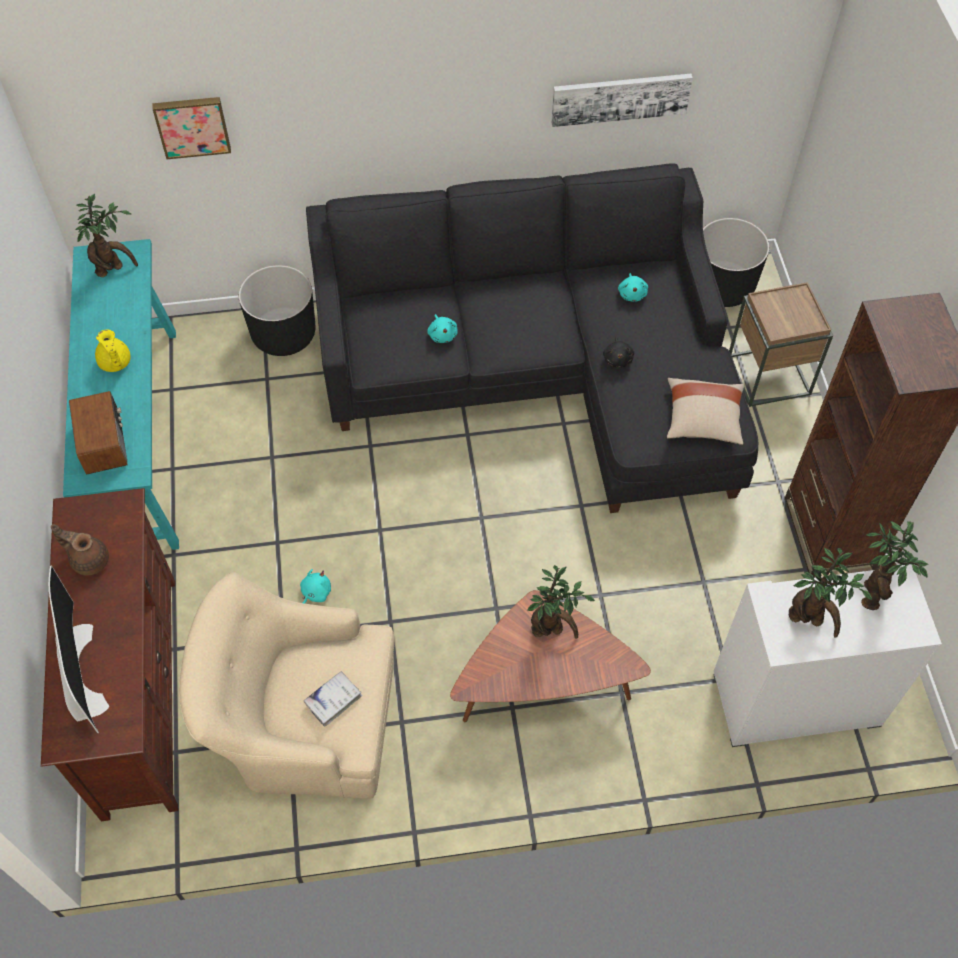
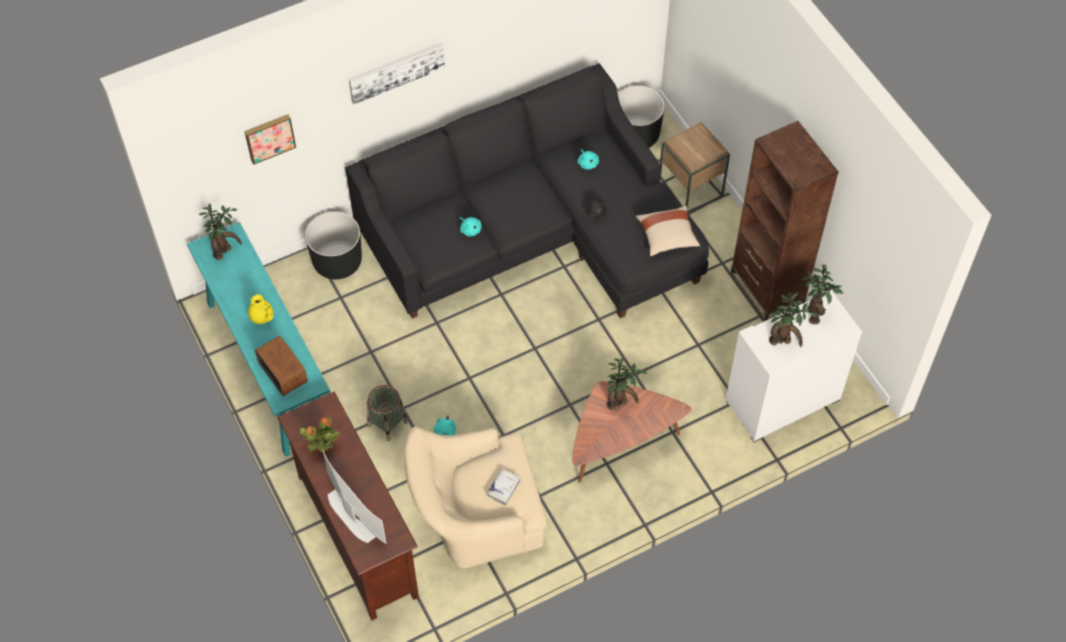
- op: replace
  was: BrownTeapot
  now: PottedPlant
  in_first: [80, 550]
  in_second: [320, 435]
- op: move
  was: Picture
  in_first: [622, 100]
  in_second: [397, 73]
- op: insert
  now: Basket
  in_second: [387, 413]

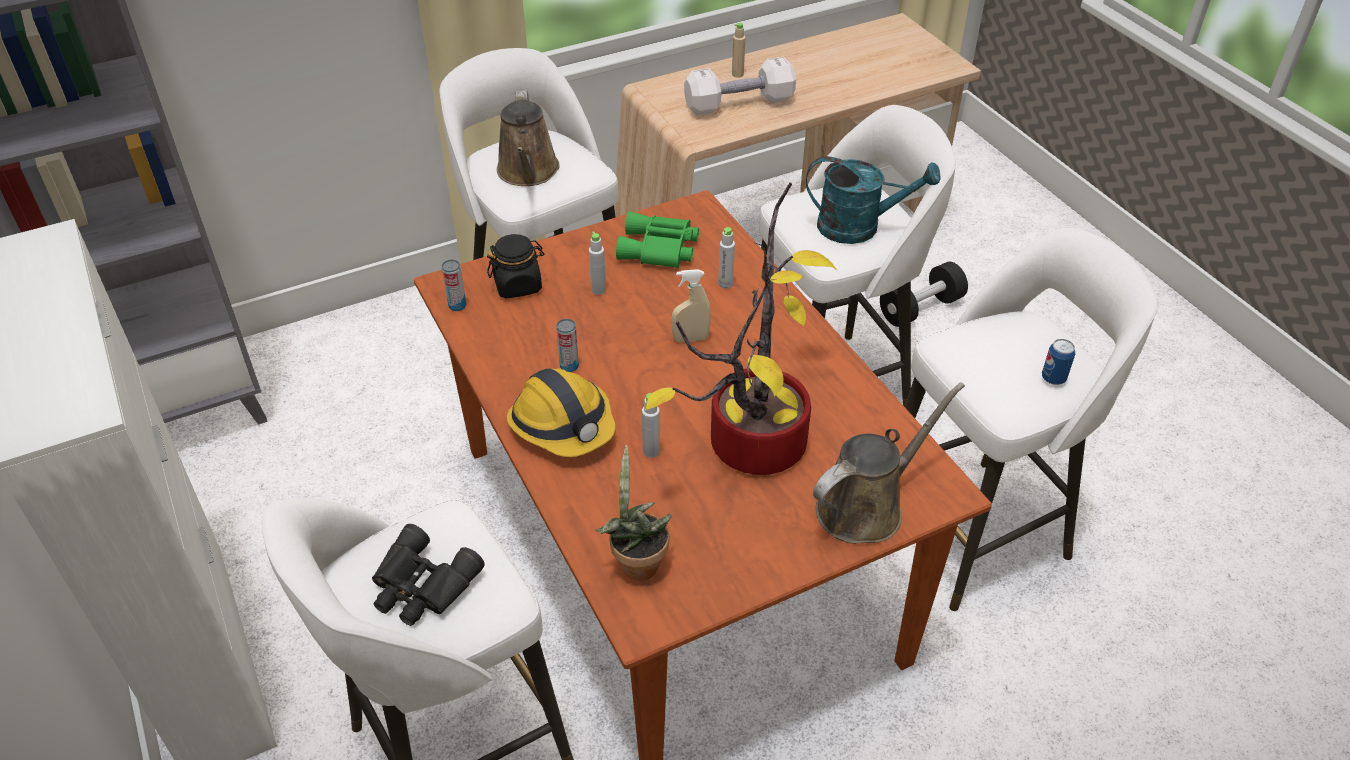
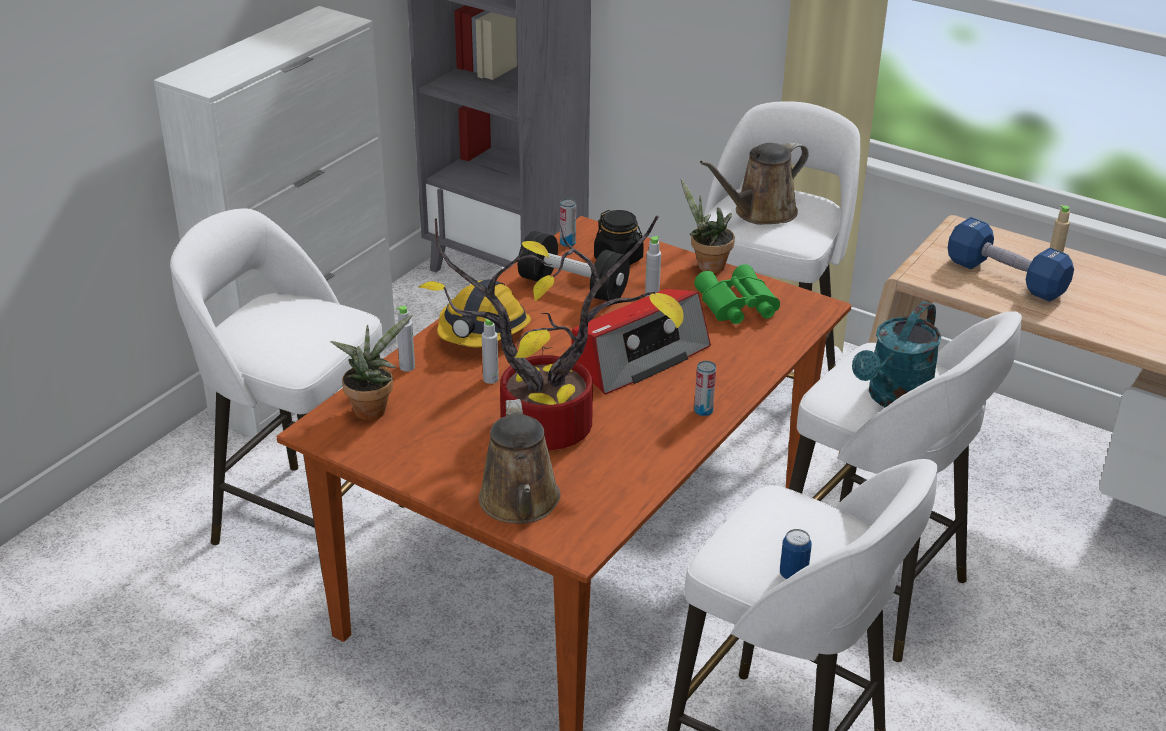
- op: move
  was: GreyBottle
  in_first: [726, 258]
  in_second: [405, 339]
- op: rotate
  was: BrownWateringCan
  in_first: [889, 463]
  in_second: [520, 461]
  clockwise: 60
- op: move
  was: BlackDumbbell
  in_first: [924, 294]
  in_second: [574, 266]
- op: replace
  was: BeigeSprayBottle
  now: Radio
  in_first: [691, 306]
  in_second: [641, 342]
- op: insert
  now: PottedPlant
  in_second: [708, 226]
- op: move
  was: Can
  in_first: [567, 345]
  in_second: [705, 388]
- op: rotate
  was: TurquoiseWateringCan
  in_first: [873, 200]
  in_second: [896, 354]
  clockwise: 60
- op: recolor
  was: WhiteDumbbell
  now: BlueDumbbell
  in_first: [740, 86]
  in_second: [1011, 259]
- op: delete
  was: BlackBinoculars
  in_first: [428, 575]

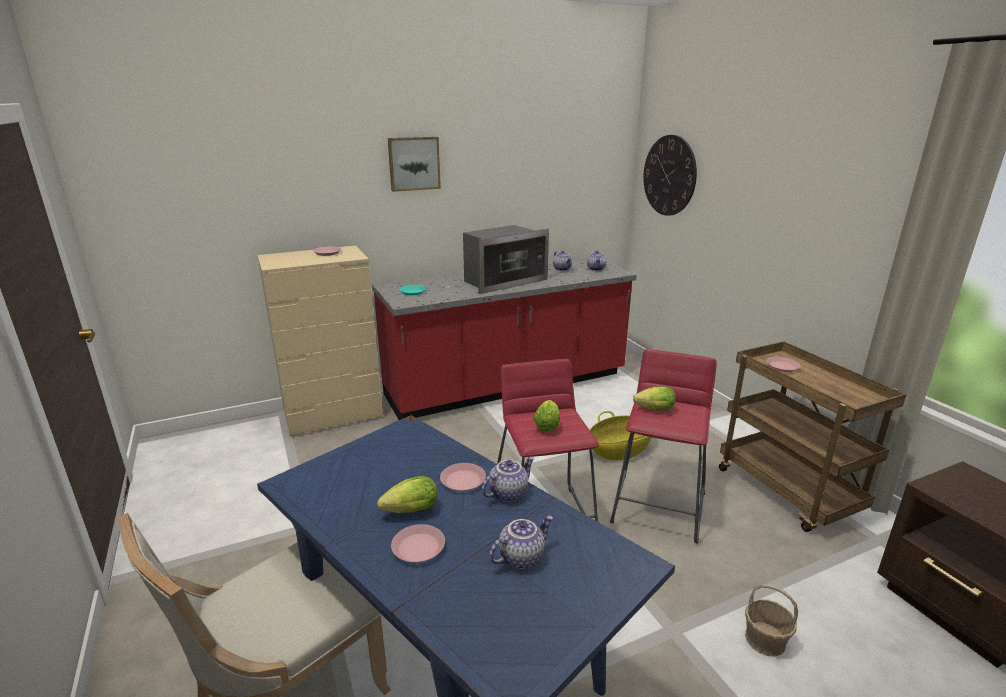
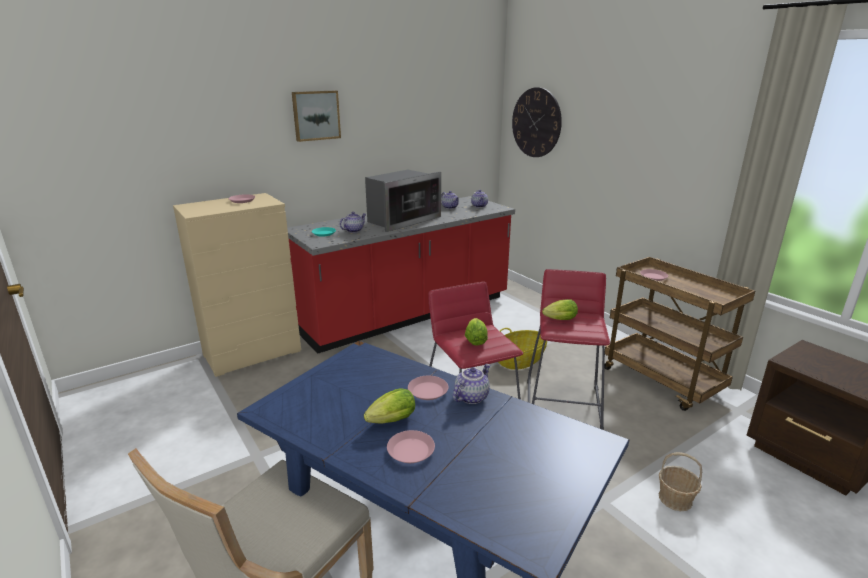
- op: move
  was: Teapot
  in_first: [521, 542]
  in_second: [353, 222]

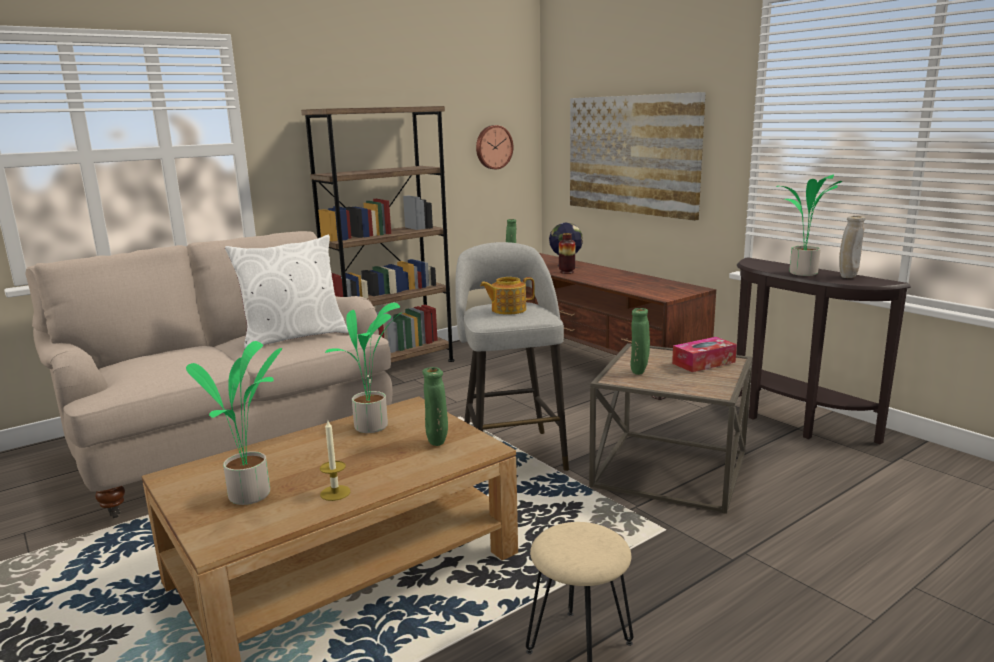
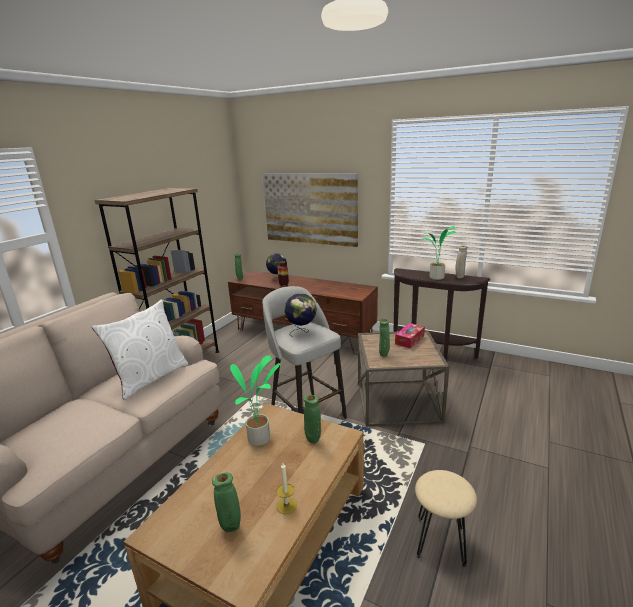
- op: replace
  was: PottedPlant
  now: GreenVase
  in_first: [234, 423]
  in_second: [226, 502]
- op: replace
  was: Teapot
  now: Globe
  in_first: [507, 296]
  in_second: [300, 315]
- op: delete
  was: WallClock
  in_first: [494, 147]

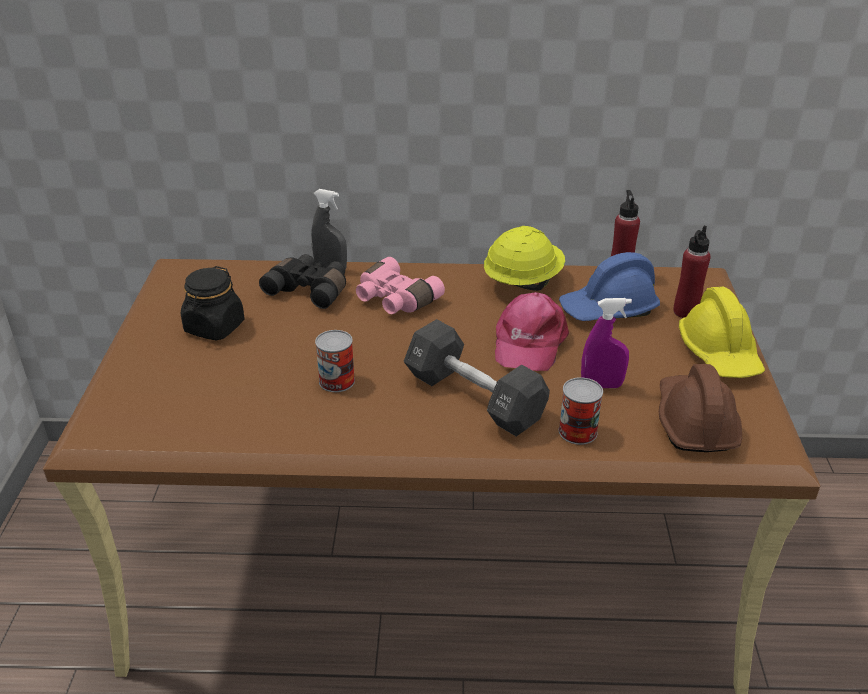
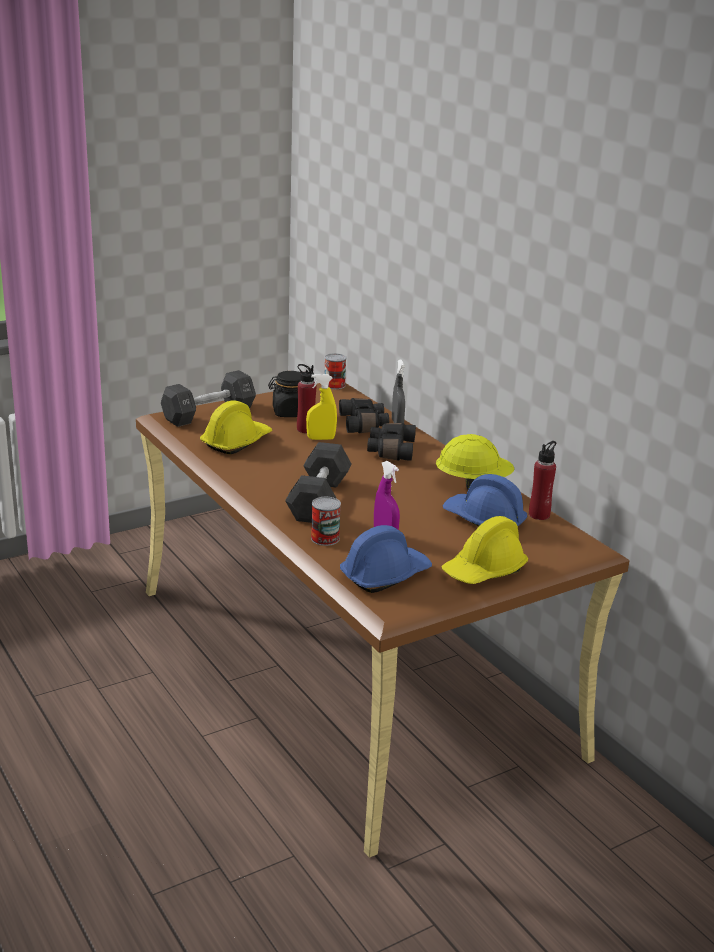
- op: insert
  now: BlackDumbbell
  in_second: [208, 398]
- op: insert
  now: YellowHardHat
  in_second: [236, 427]
- op: move
  was: RedBottle
  in_first: [691, 271]
  in_second: [307, 398]
- op: insert
  now: YellowSprayBottle
  in_second: [321, 407]
- op: move
  was: Can
  in_first: [335, 361]
  in_second: [336, 371]
- op: recolor
  was: BrownHardHat
  now: BlueHardHat
  in_first: [700, 408]
  in_second: [386, 559]
- op: recolor
  was: PinkBinoculars
  now: BlackBinoculars
  in_first: [400, 285]
  in_second: [391, 442]
- op: delete
  was: PinkCap
  in_first: [532, 331]

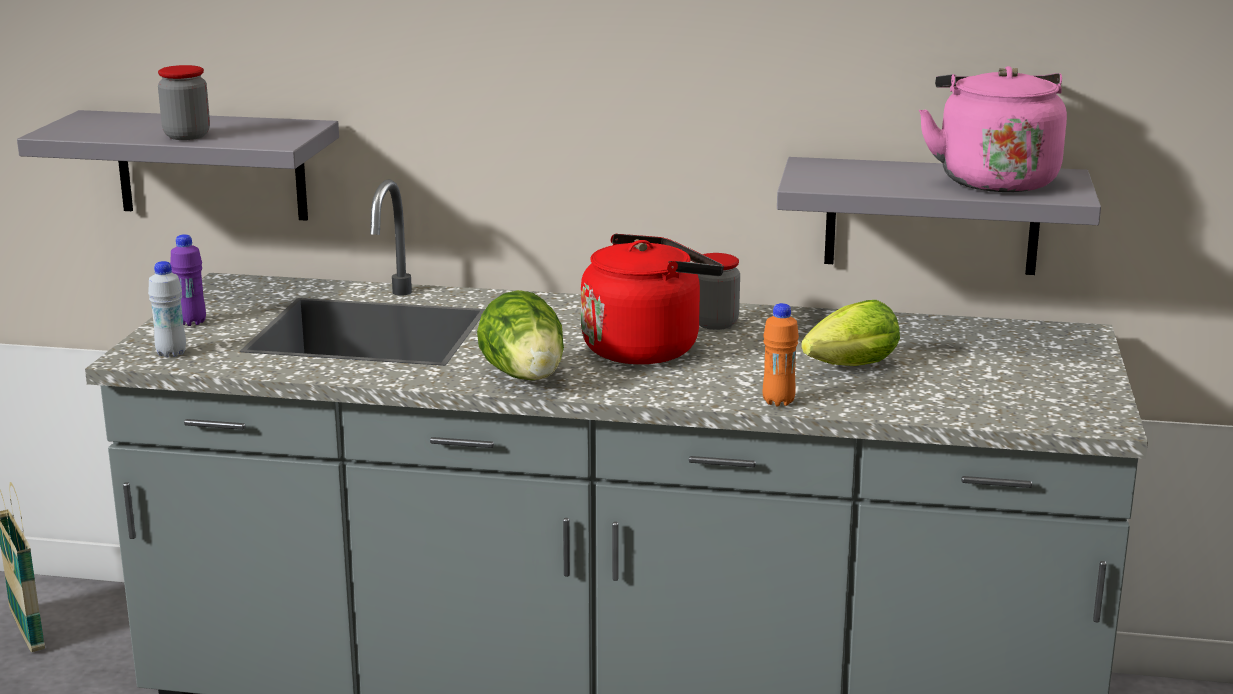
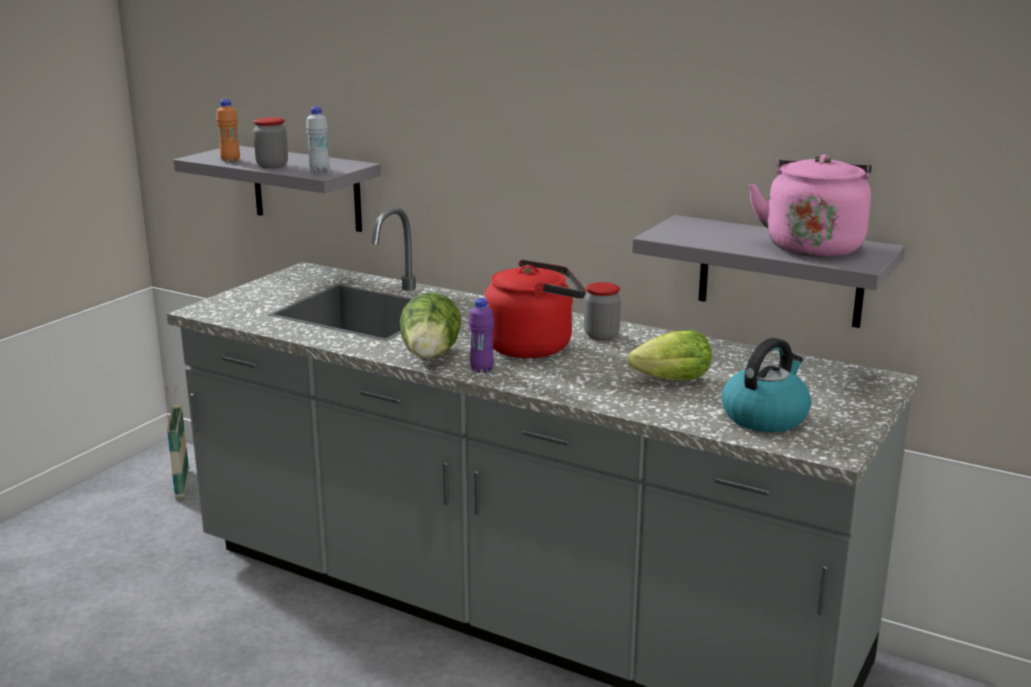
- op: move
  was: OrangeBottle
  in_first: [781, 354]
  in_second: [228, 130]
- op: move
  was: WhiteBottle
  in_first: [167, 309]
  in_second: [317, 139]
- op: move
  was: PurpleBottle
  in_first: [188, 280]
  in_second: [481, 335]
- op: insert
  now: Kettle
  in_second: [766, 385]

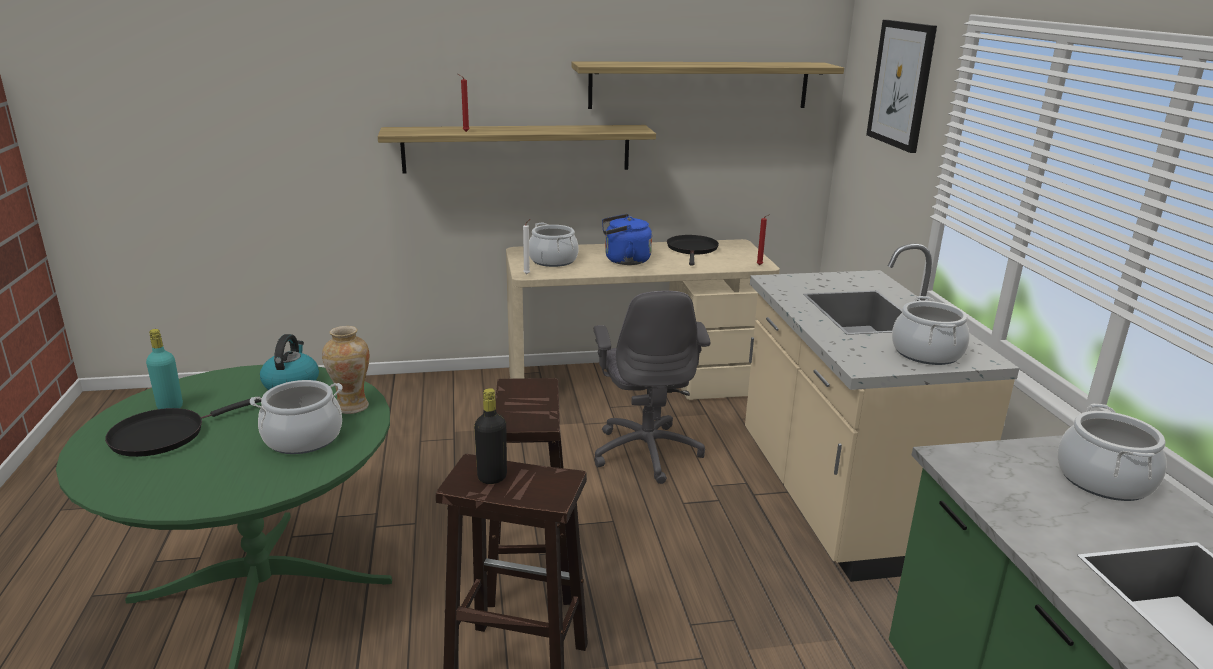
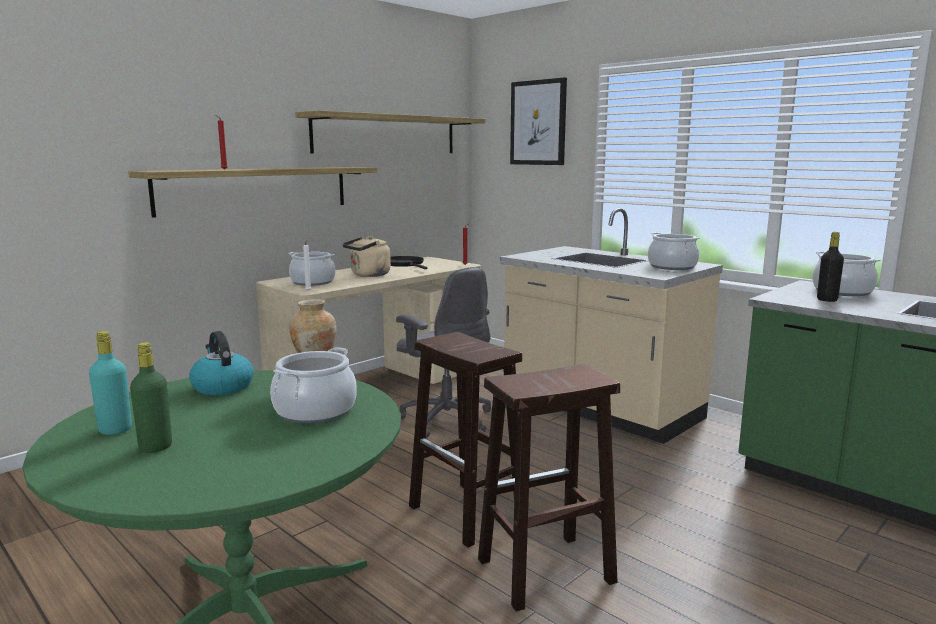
- op: replace
  was: BlackFryingPan
  now: GreenBottle
  in_first: [183, 426]
  in_second: [151, 397]
- op: recolor
  was: BlueKettle
  now: BeigeKettle
  in_first: [627, 239]
  in_second: [367, 256]
- op: move
  was: BlackBottle
  in_first: [490, 436]
  in_second: [830, 267]

